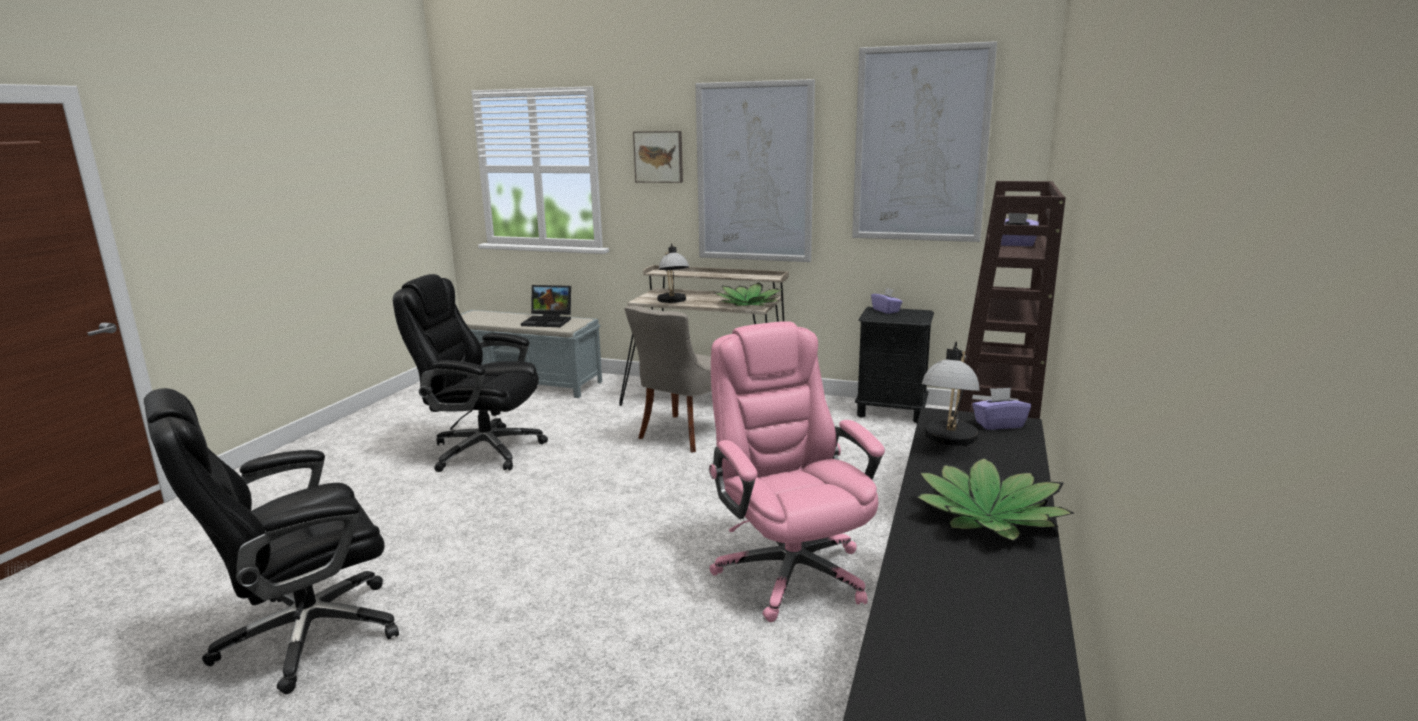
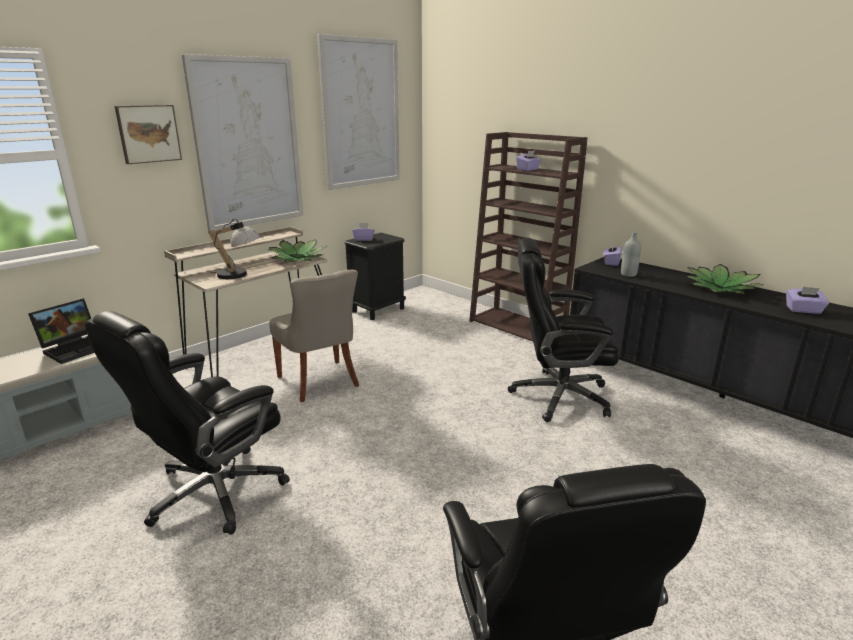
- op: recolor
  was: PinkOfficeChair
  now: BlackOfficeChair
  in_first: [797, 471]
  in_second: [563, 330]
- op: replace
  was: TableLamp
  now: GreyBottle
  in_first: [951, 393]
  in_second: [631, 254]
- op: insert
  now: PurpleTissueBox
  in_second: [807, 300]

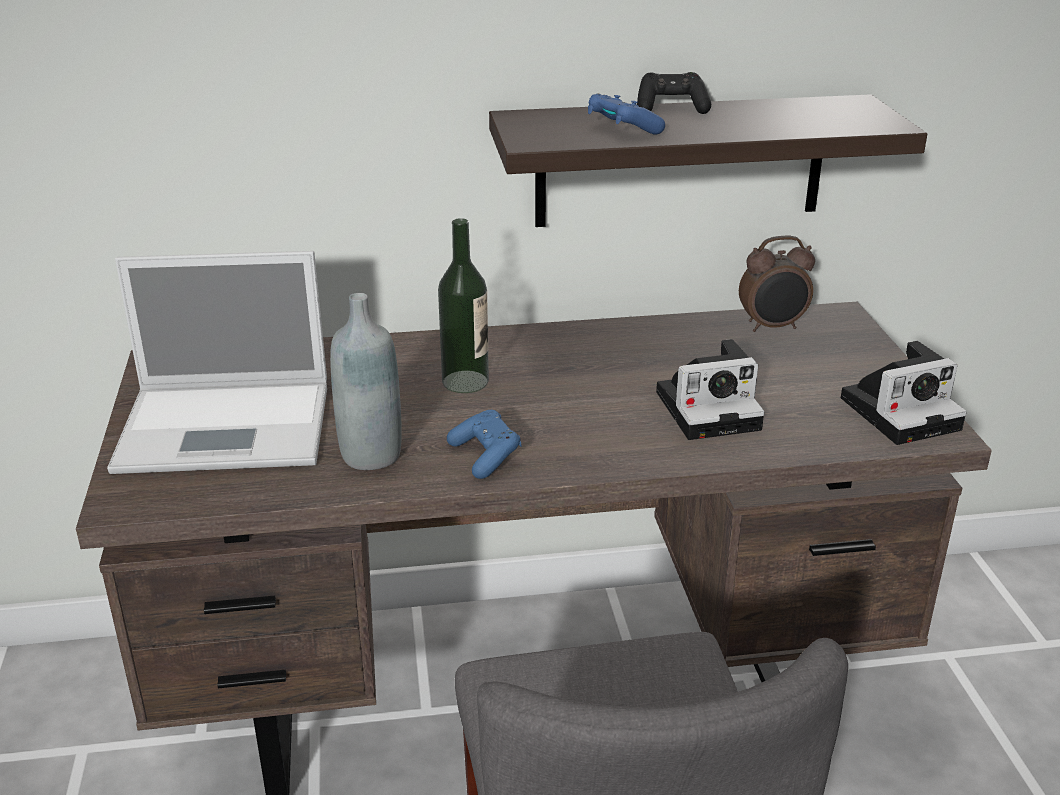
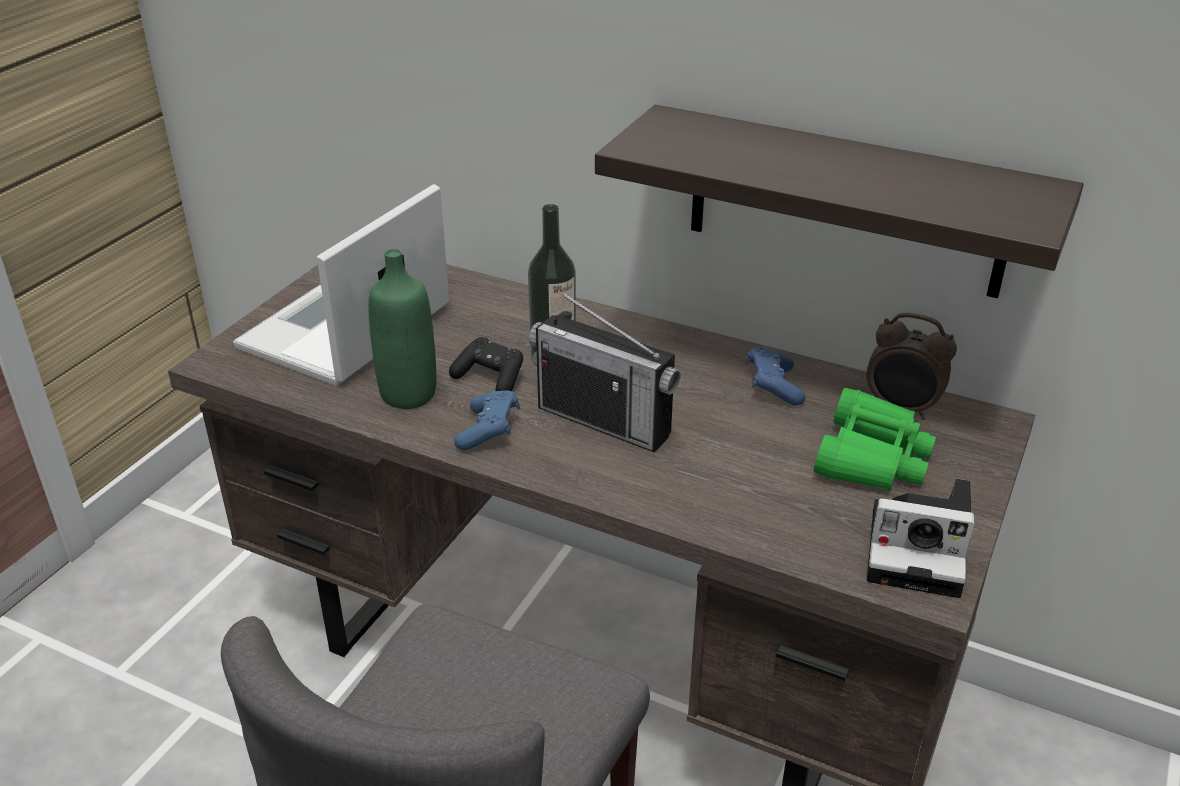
- op: rotate
  was: Laptop
  in_first: [217, 362]
  in_second: [341, 285]
  clockwise: 90
- op: recolor
  was: GreyBottle
  now: GreenBottle
  in_first: [366, 381]
  in_second: [402, 329]
- op: move
  was: BlackGameController
  in_first: [674, 93]
  in_second: [486, 364]
- op: insert
  now: Radio
  in_second: [604, 370]
- op: move
  was: BlueGameController
  in_first: [626, 114]
  in_second: [775, 376]
- op: insert
  now: GreenBinoculars
  in_second: [875, 439]
- op: delete
  was: PhotoCamera
  in_first: [710, 389]

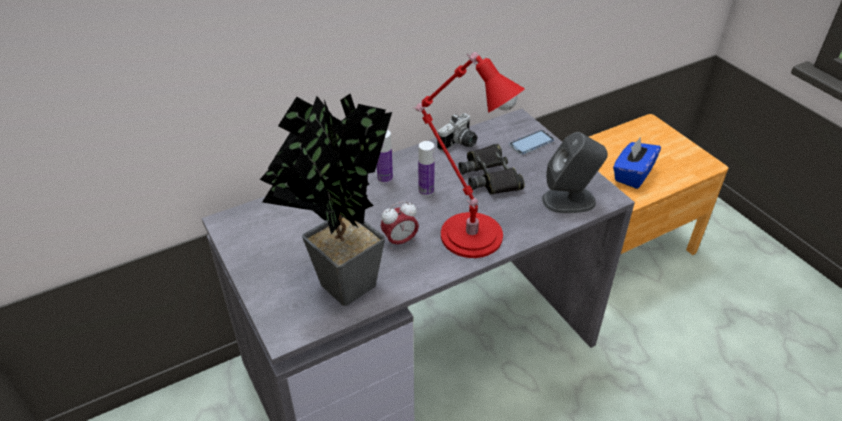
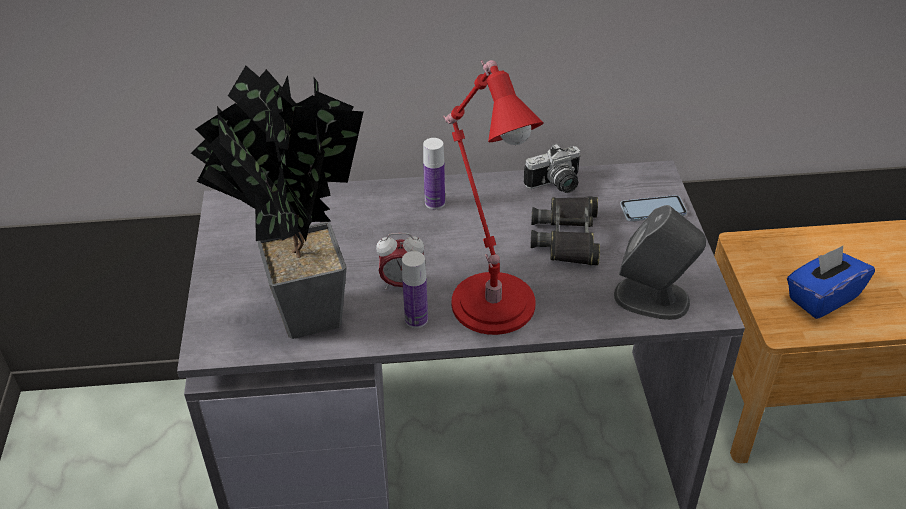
- op: move
  was: Bottle
  in_first: [426, 168]
  in_second: [415, 289]

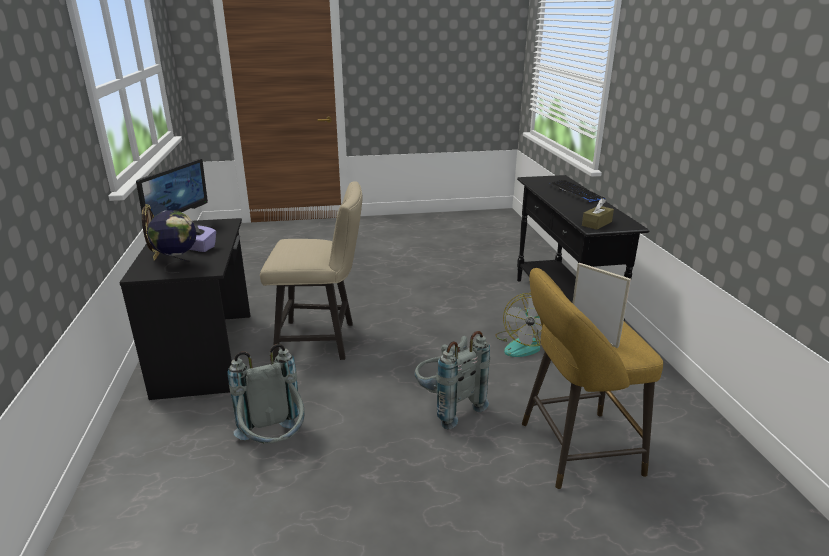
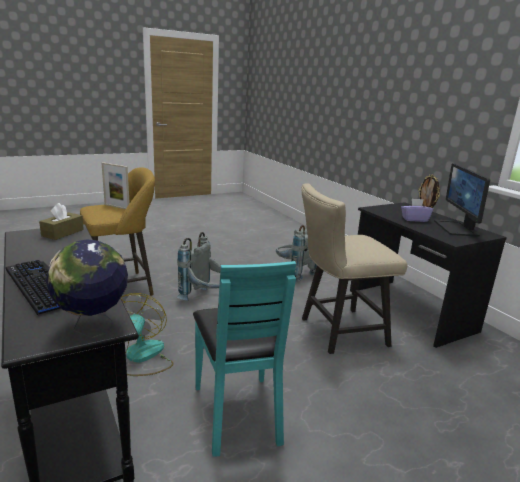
- op: move
  was: Globe
  in_first: [172, 241]
  in_second: [87, 288]
- op: insert
  now: TurquoiseChair
  in_second: [244, 359]

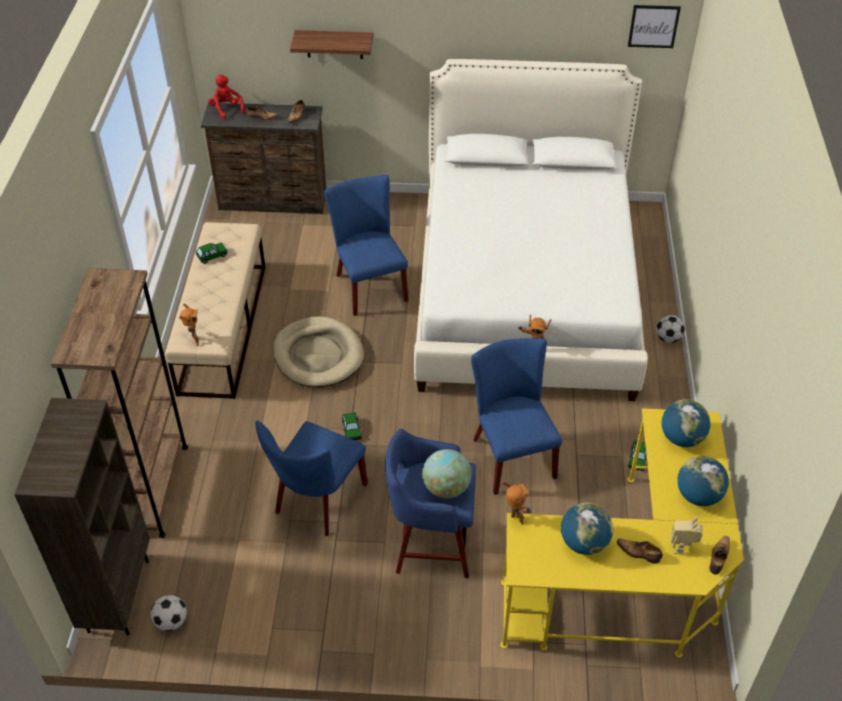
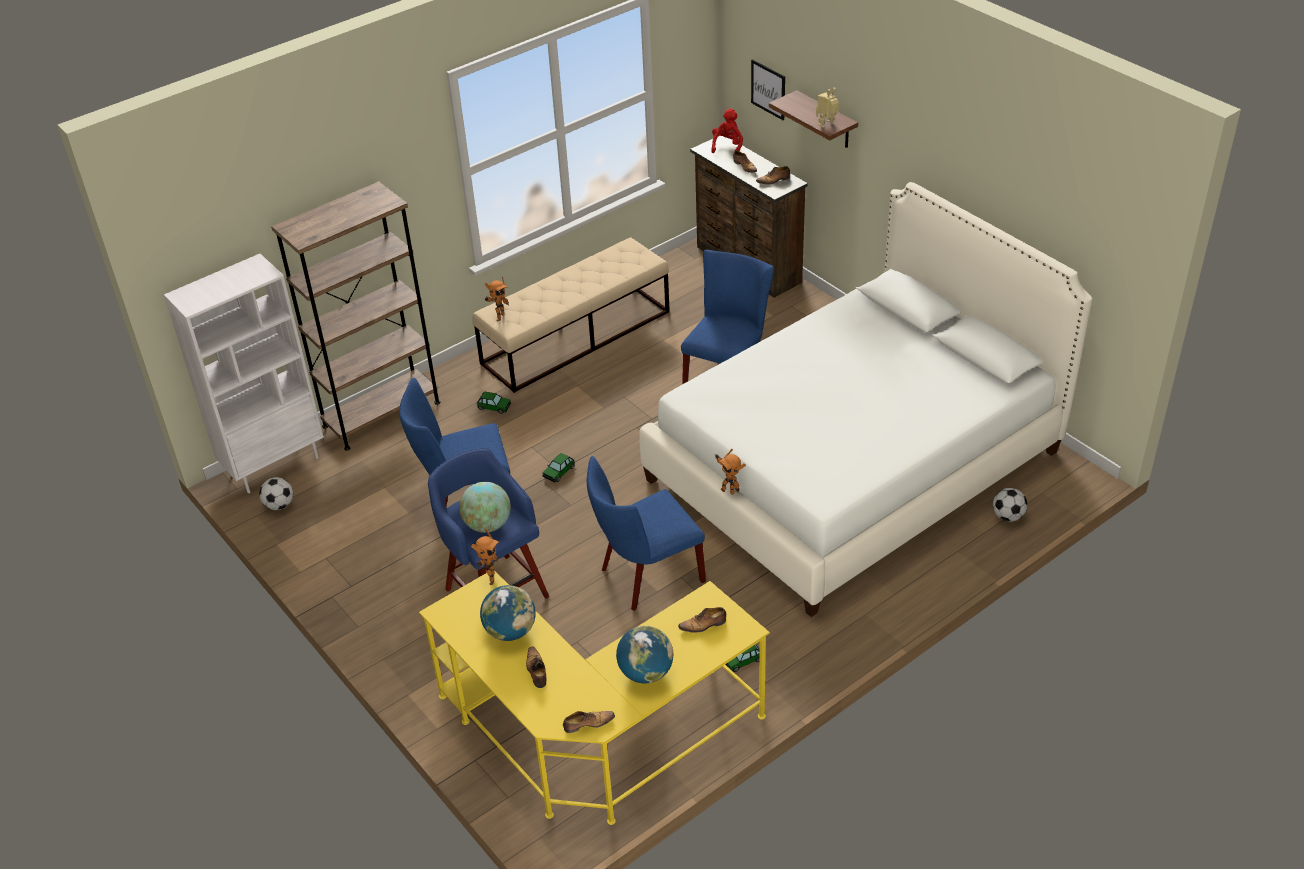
- op: recolor
  was: BrownBookcase
  now: WhiteBookcase
  in_first: [82, 516]
  in_second: [244, 373]
- op: move
  was: ToyCar
  in_first: [212, 253]
  in_second: [494, 402]
- op: rotate
  was: BlueChair
  in_first: [516, 416]
  in_second: [646, 533]
  clockwise: -150
- op: replace
  was: Globe
  now: Shoe
  in_first: [686, 423]
  in_second: [702, 620]
- op: move
  was: Picture
  in_first: [654, 26]
  in_second: [768, 89]
- op: move
  was: ToyRobot
  in_first: [687, 535]
  in_second: [827, 107]
- op: move
  was: Football
  in_first: [670, 329]
  in_second: [1010, 505]
- op: delete
  was: BeigeDogBed
  in_first: [318, 351]

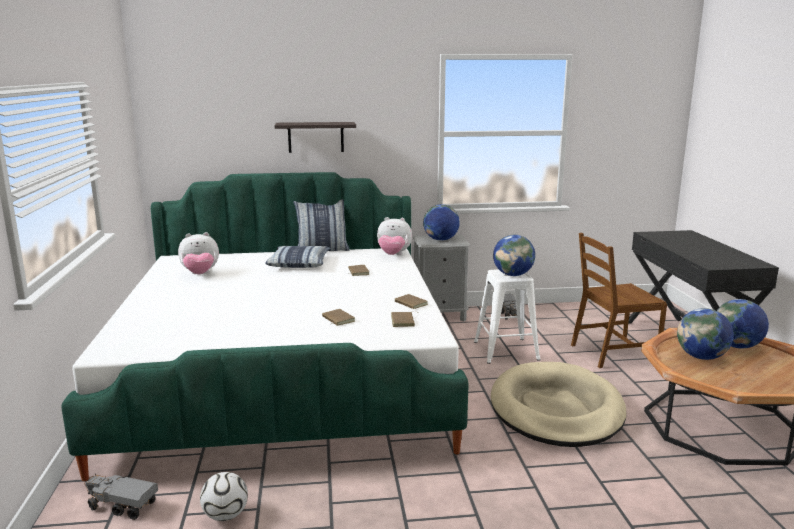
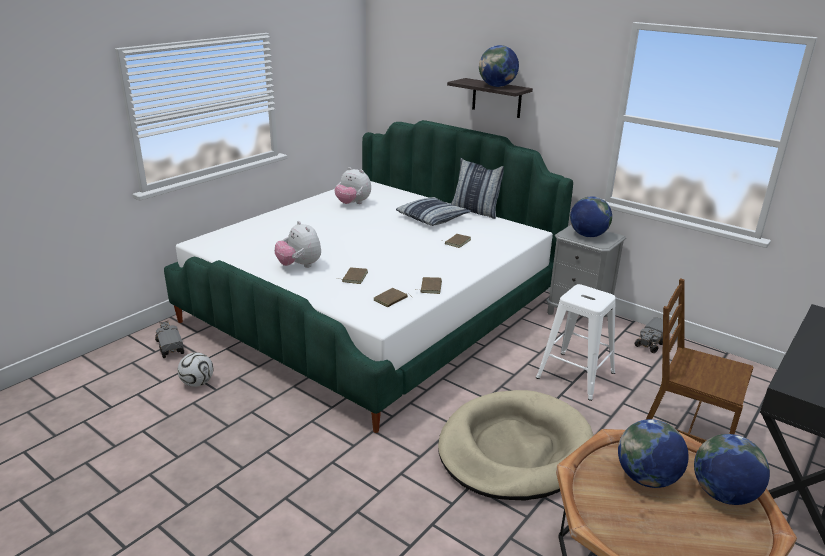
- op: move
  was: PlushToy
  in_first: [394, 236]
  in_second: [298, 244]
- op: move
  was: Globe
  in_first: [514, 255]
  in_second: [499, 66]

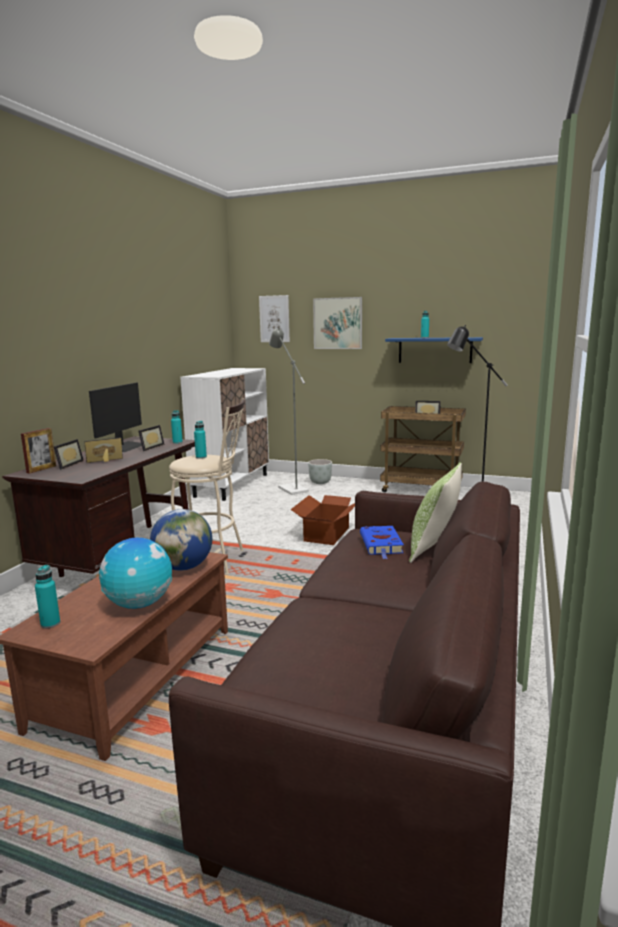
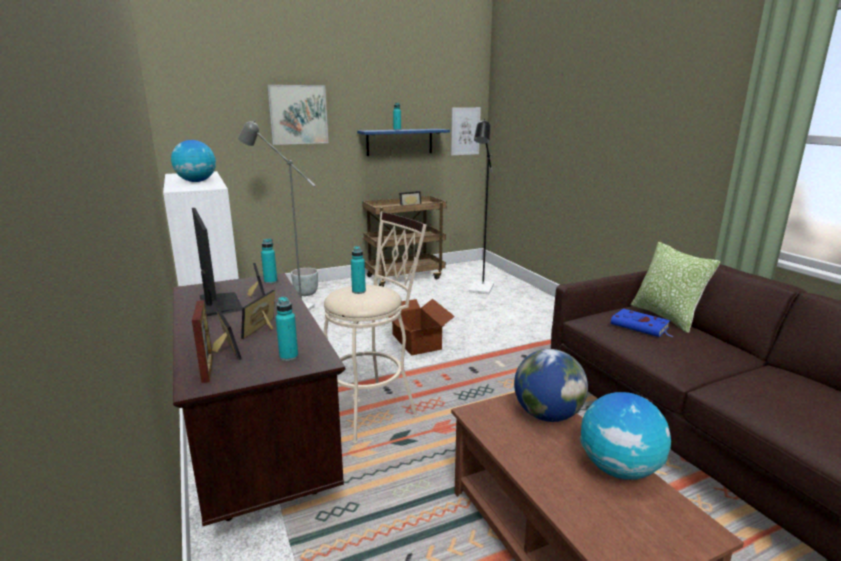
- op: insert
  now: Globe
  in_second: [193, 161]
- op: move
  was: TurquoiseBottle
  in_first: [47, 596]
  in_second: [287, 329]
- op: move
  was: Picture
  in_first: [274, 318]
  in_second: [466, 131]

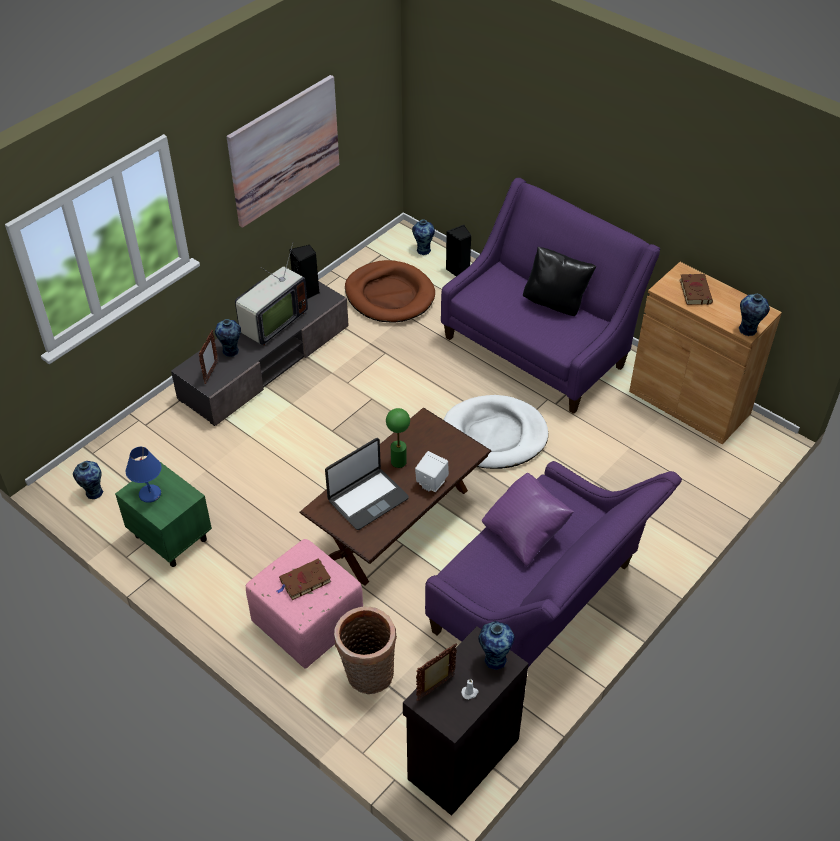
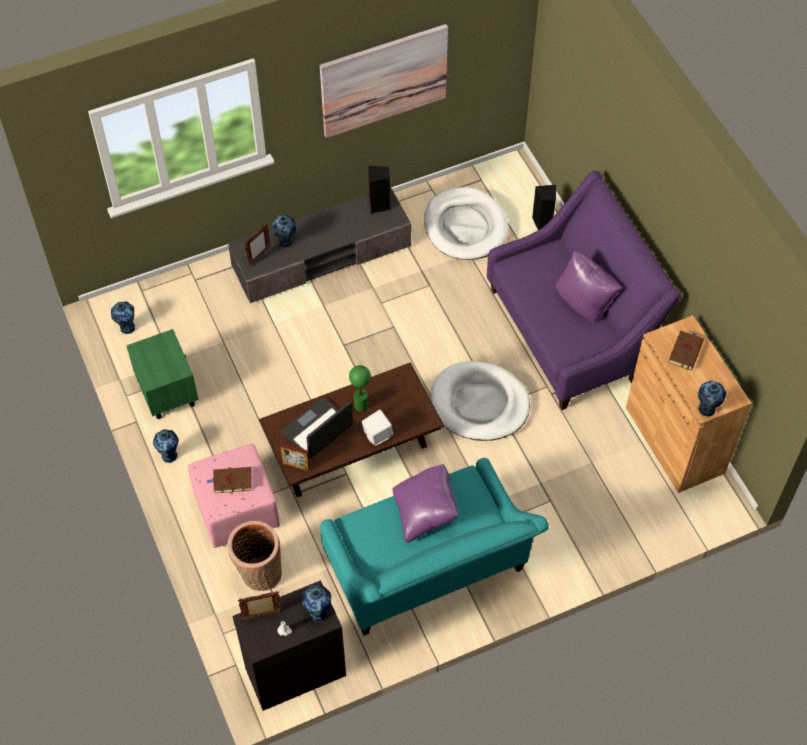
- op: move
  was: Vase
  in_first: [423, 237]
  in_second: [166, 446]
- op: insert
  now: PictureFrame
  in_second: [295, 457]
- op: rotate
  was: Laptop
  in_first: [367, 484]
  in_second: [317, 427]
  clockwise: 150
- op: recolor
  was: PurpleSofa
  now: TurquoiseSofa
  in_first: [553, 564]
  in_second: [434, 547]
- op: recolor
  was: BrownDogBed
  now: WhiteDogBed
  in_first: [390, 291]
  in_second: [466, 223]
- op: recolor
  was: BlackPillow
  now: PurplePillow
  in_first: [559, 281]
  in_second: [588, 287]
- op: delete
  was: BlueTableLamp
  in_first: [143, 475]
- op: delete
  was: Television
  in_first: [271, 295]

